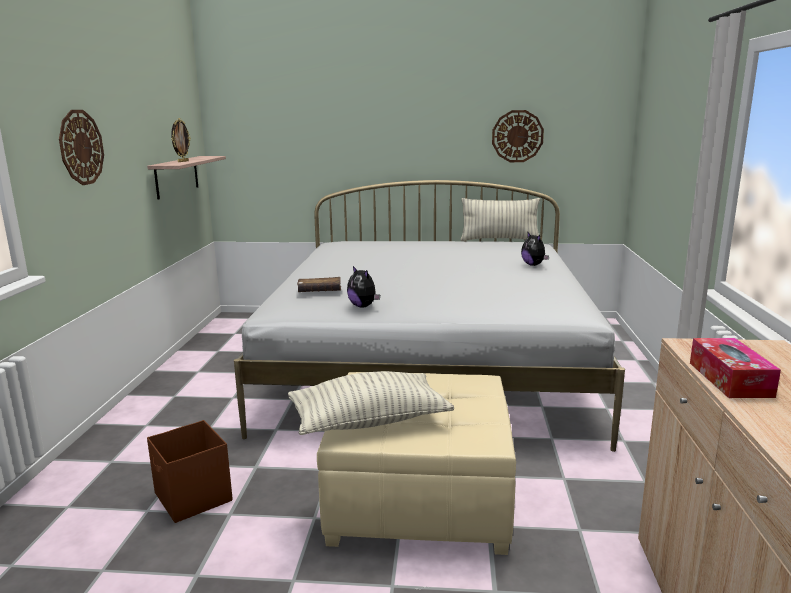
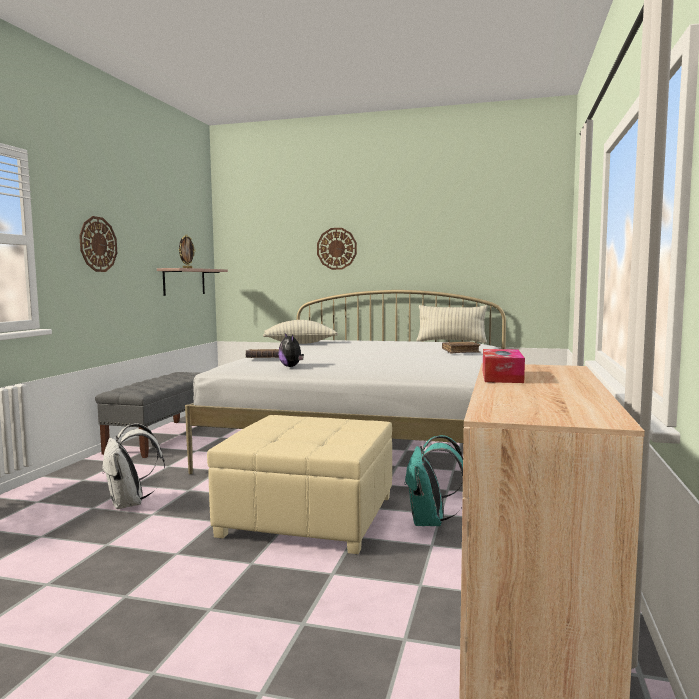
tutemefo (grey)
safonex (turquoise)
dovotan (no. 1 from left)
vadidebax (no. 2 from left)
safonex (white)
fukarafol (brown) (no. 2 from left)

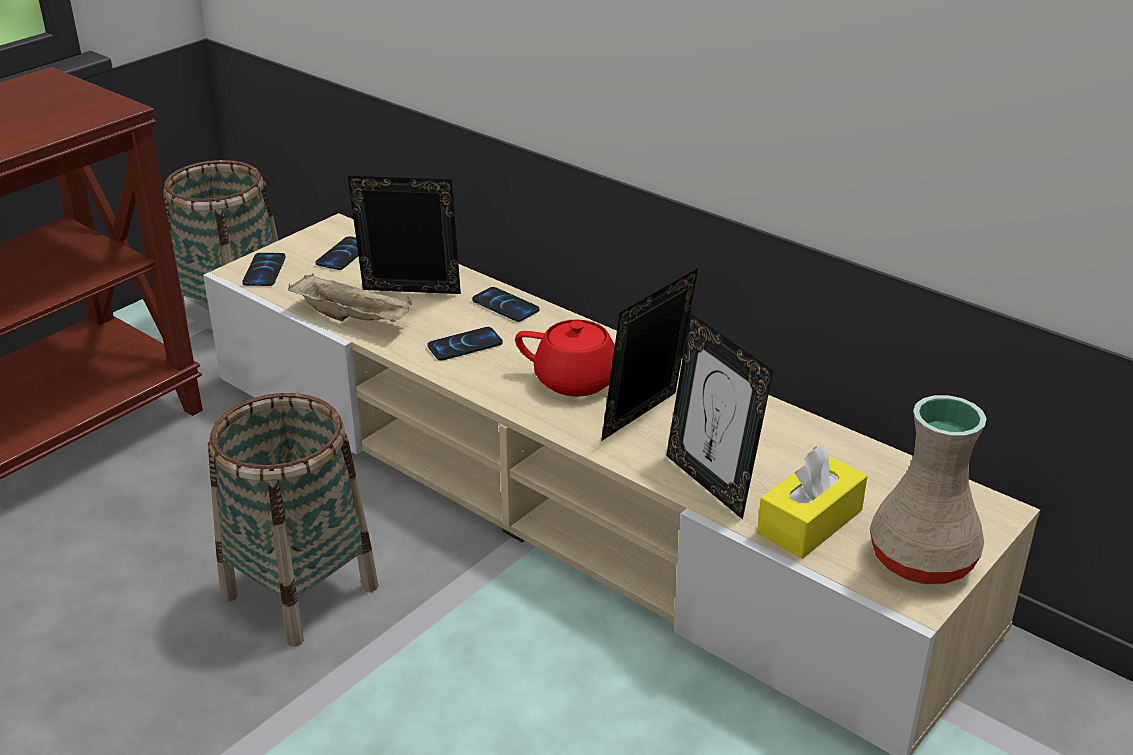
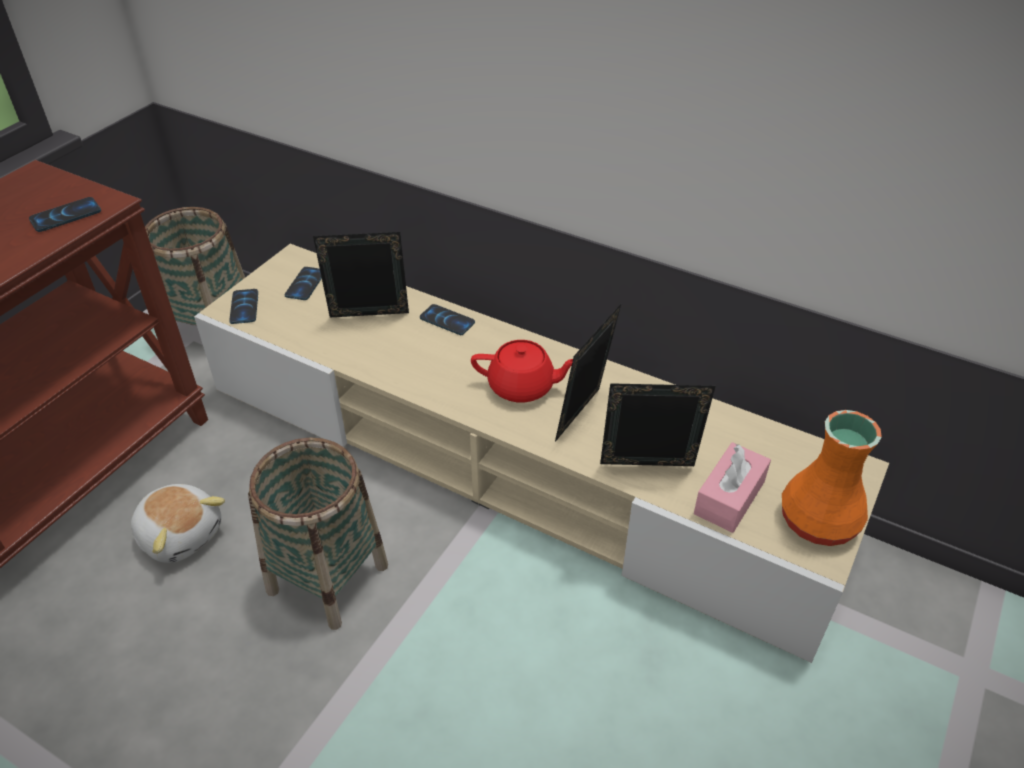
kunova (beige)
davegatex
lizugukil (no. 1 from left)
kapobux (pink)
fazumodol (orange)
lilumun (no. 3 from left)

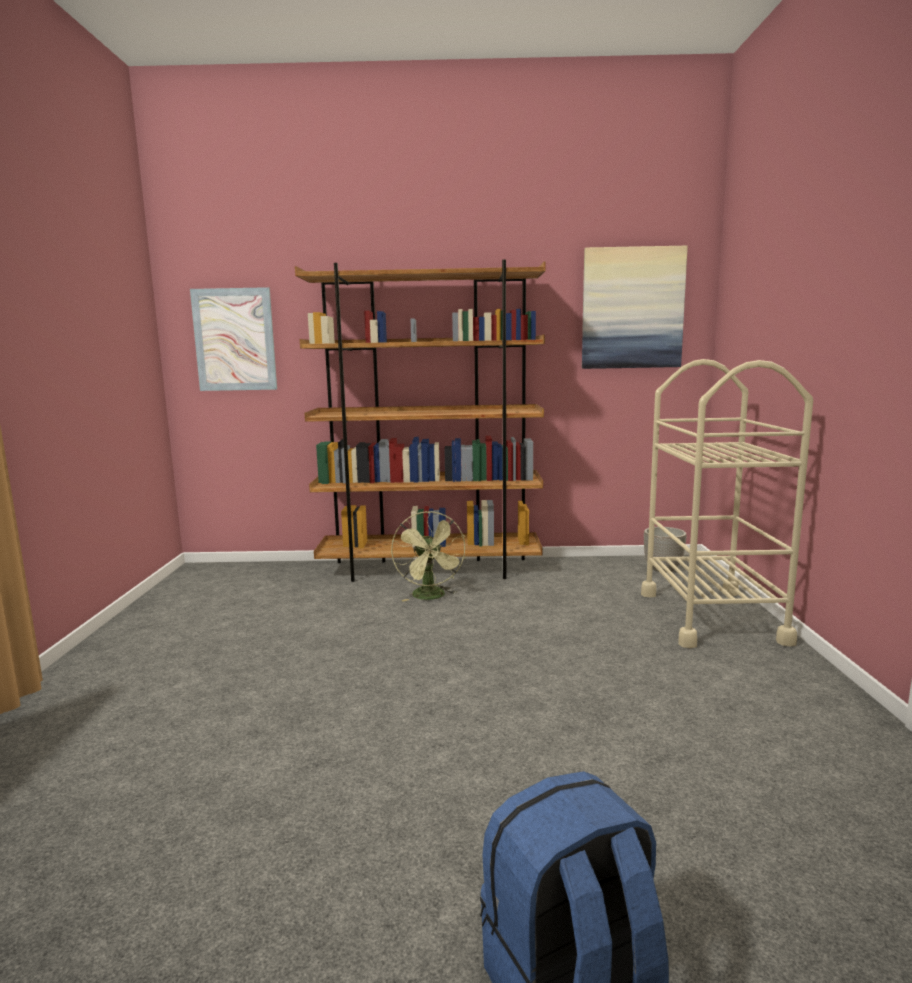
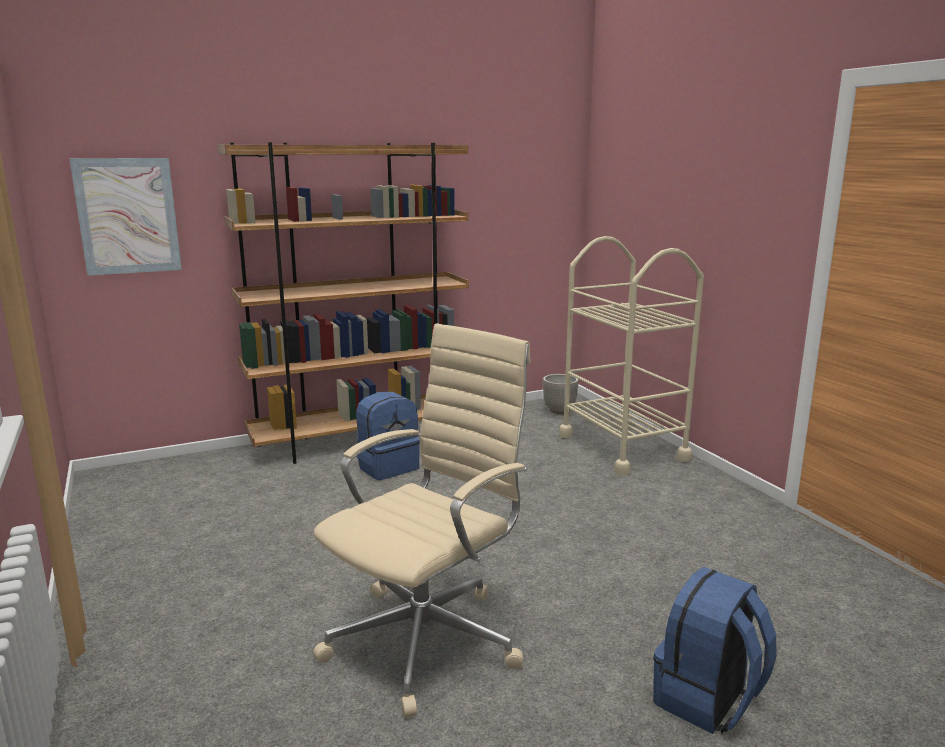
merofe (no. 2 from left in the first image)
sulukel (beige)
safonex (blue) (no. 1 from left)

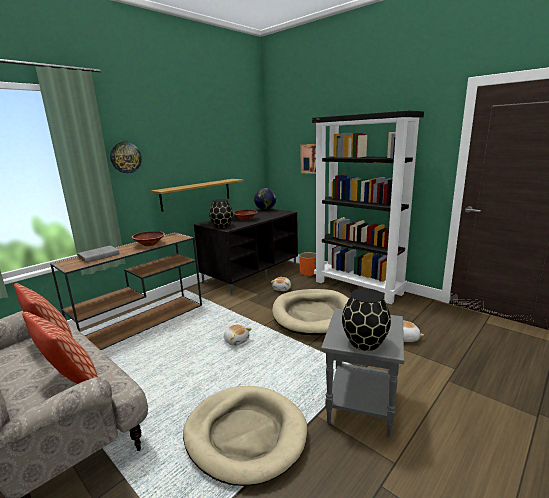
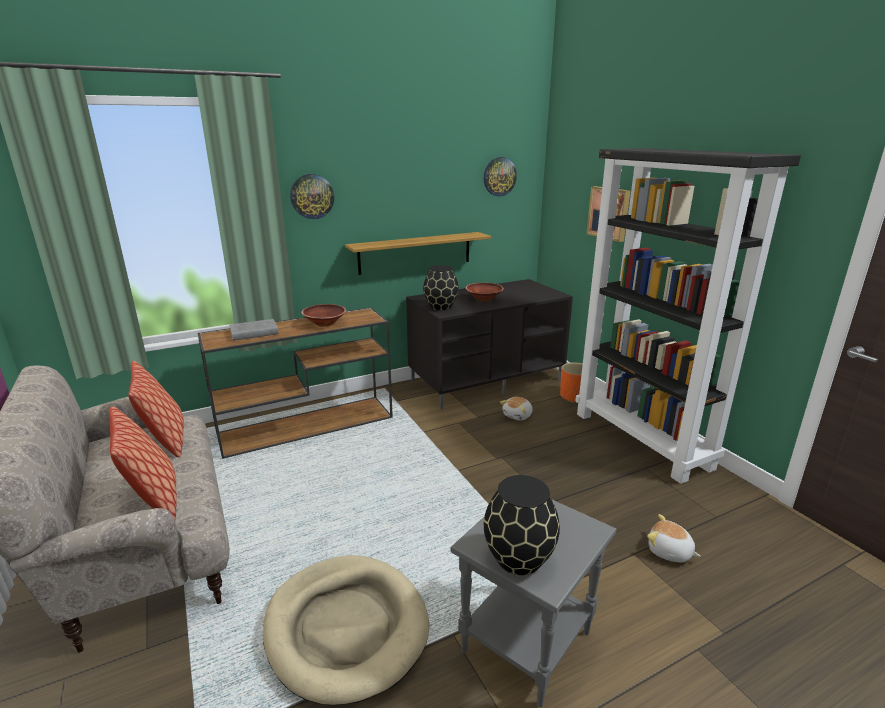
davegatex (no. 1 from left in the first image)
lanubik
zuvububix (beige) (no. 2 from left in the first image)
vadidebax (no. 2 from left)

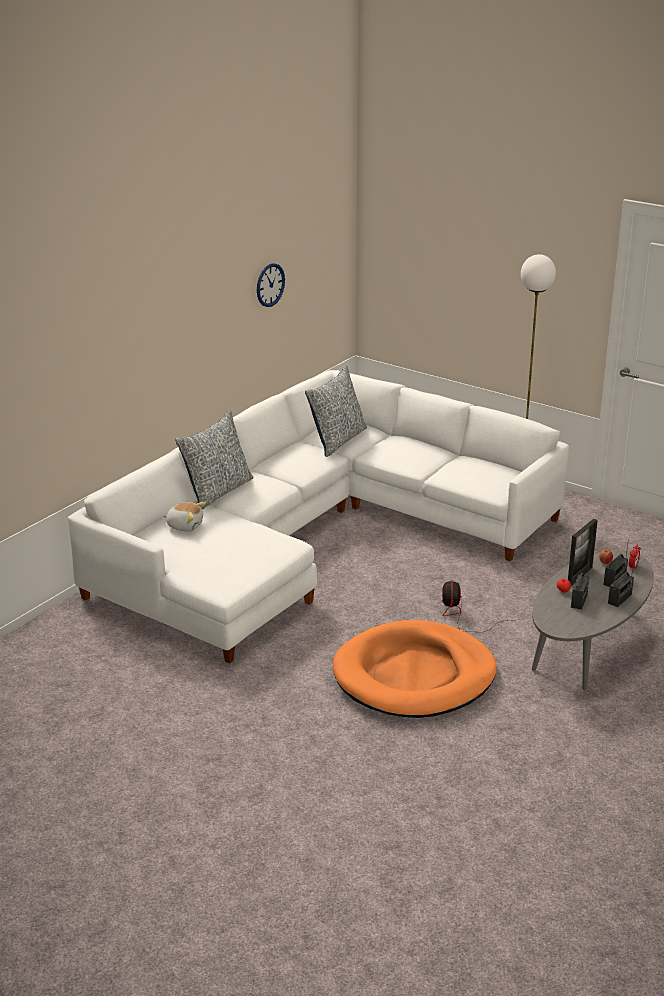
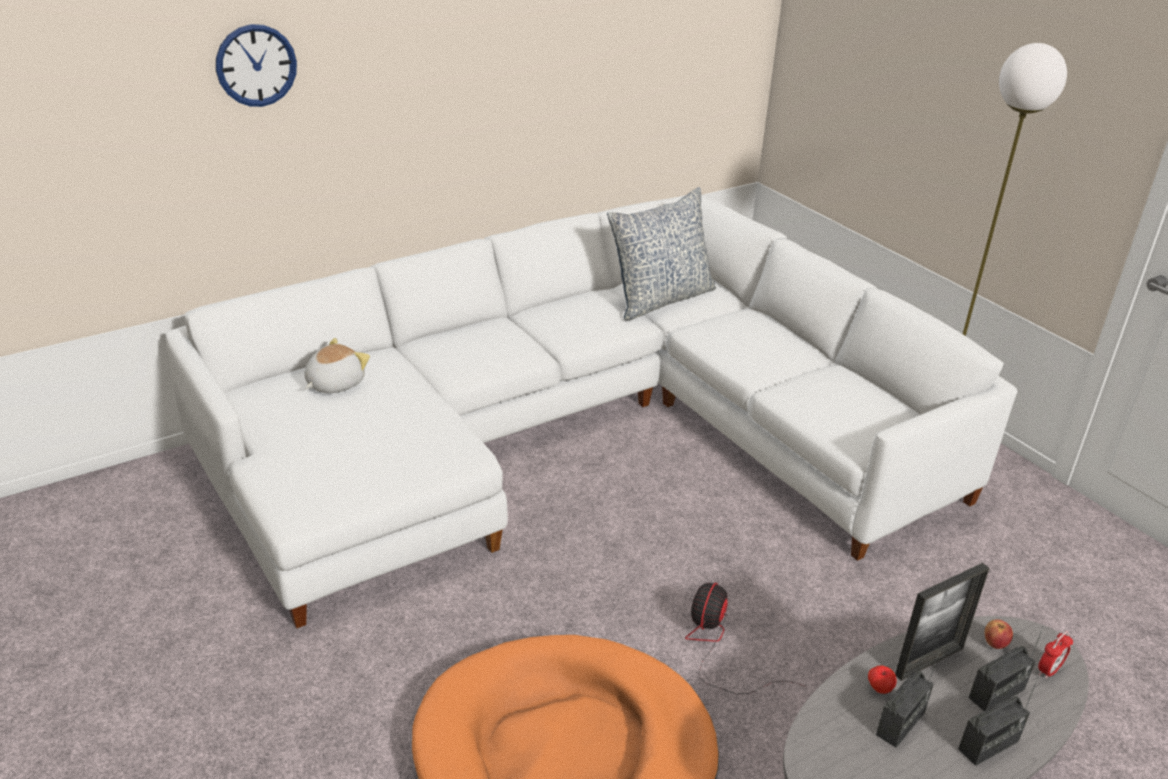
dovotan (no. 1 from left in the first image)
vadidebax
davegatex

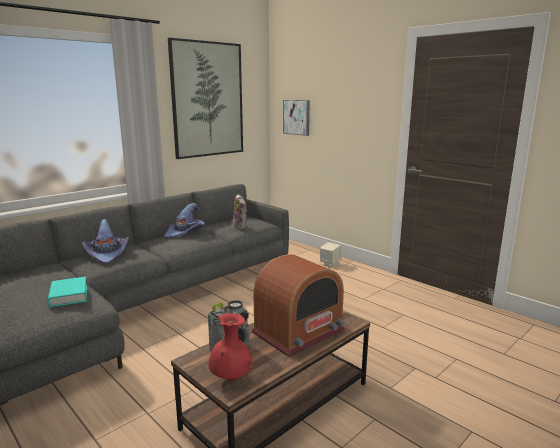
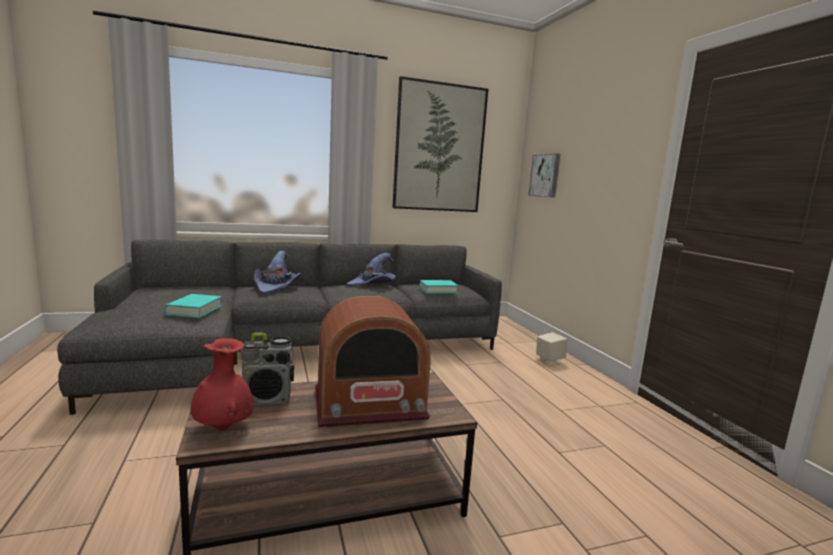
fukarafol (turquoise) (no. 2 from left)

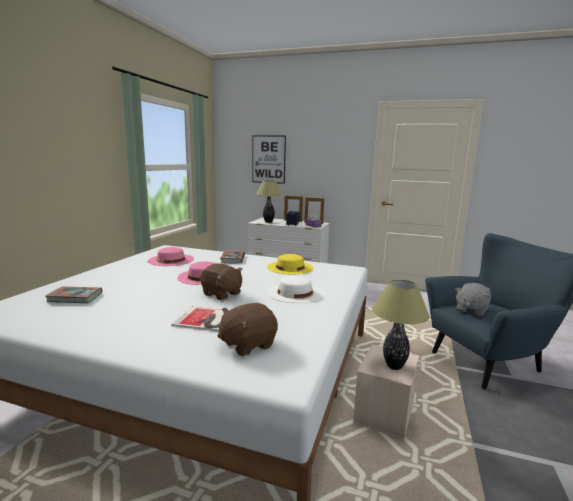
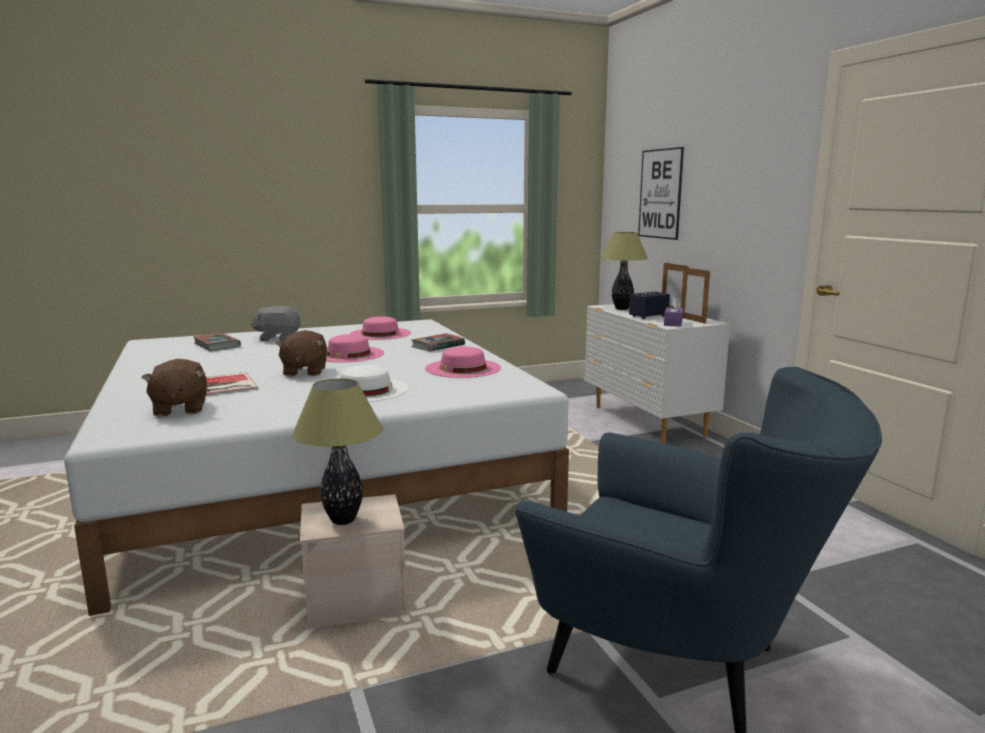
davegatex (grey)
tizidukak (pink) (no. 3 from left)
davegatex (brown) (no. 1 from left)

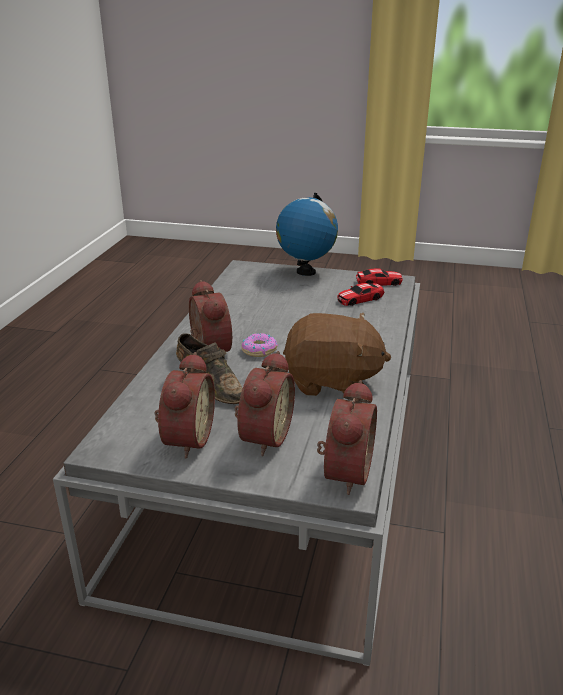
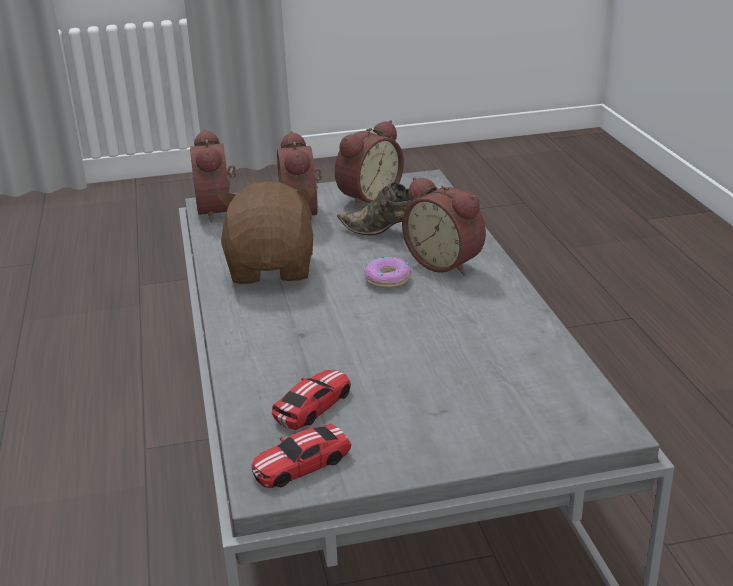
lanubik
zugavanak (no. 3 from left)
davegatex (brown)

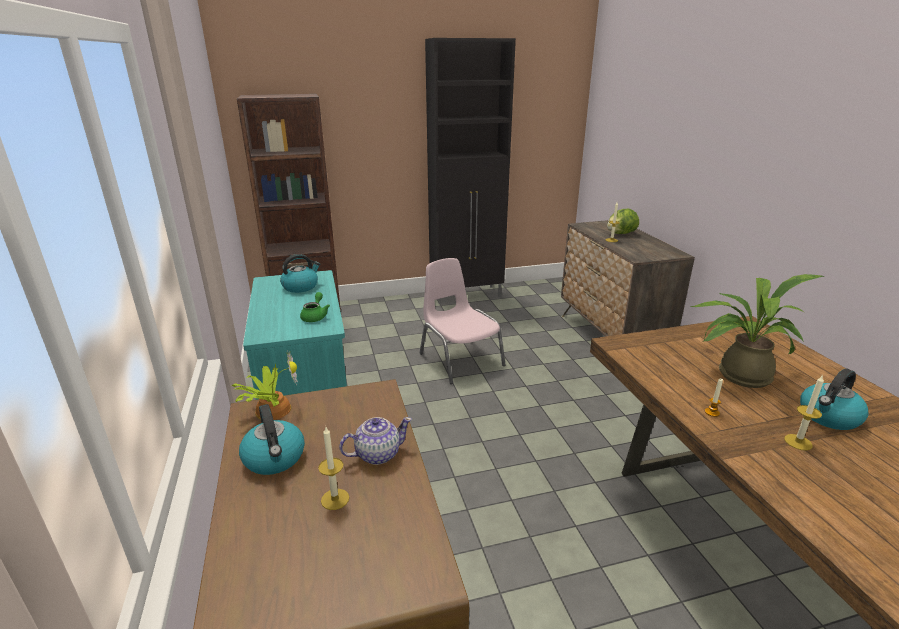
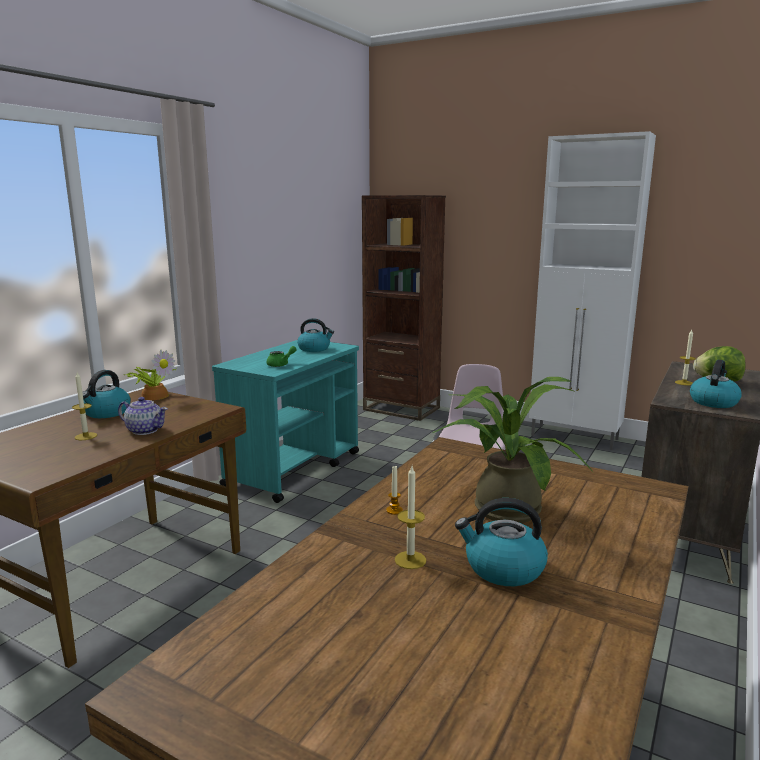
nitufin (no. 4 from left)
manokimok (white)

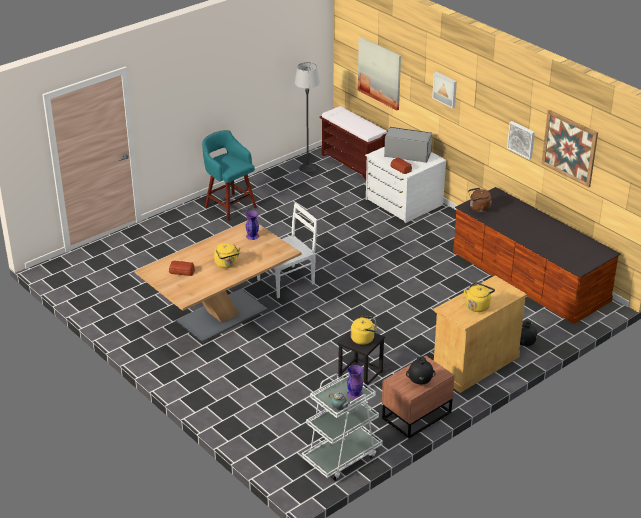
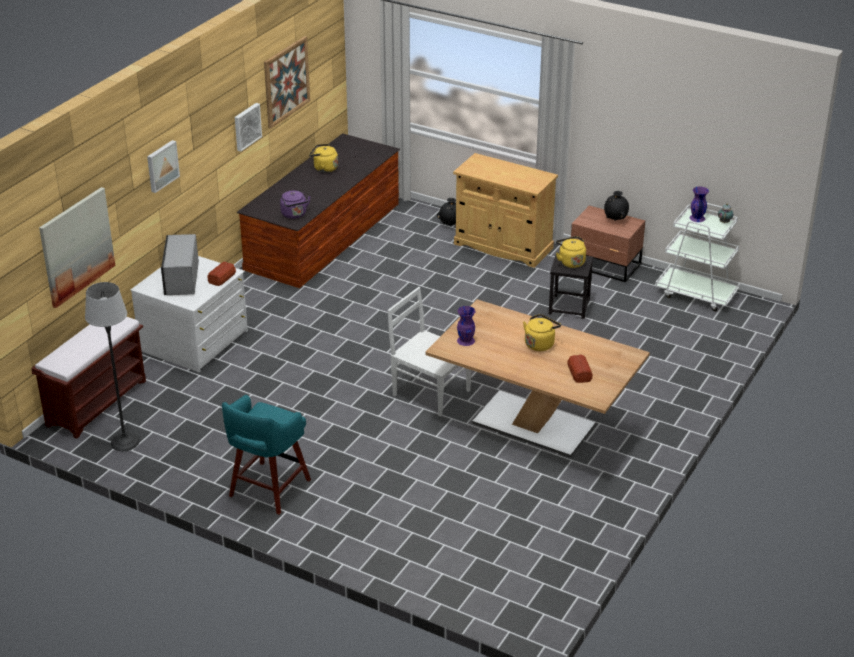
nitufin (yellow) (no. 1 from left)
nitufin (purple)

